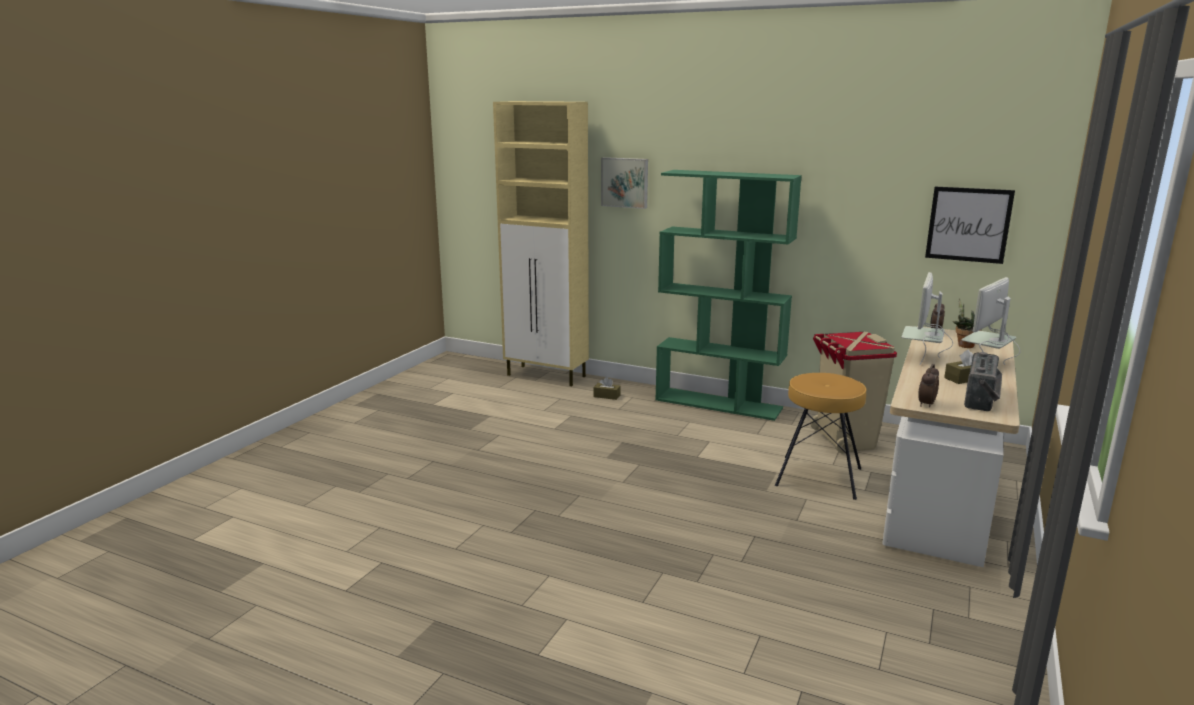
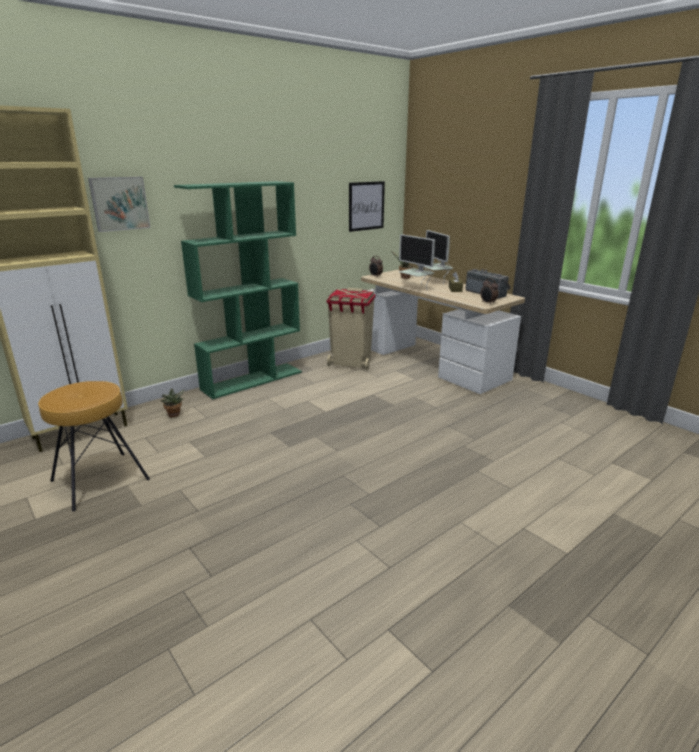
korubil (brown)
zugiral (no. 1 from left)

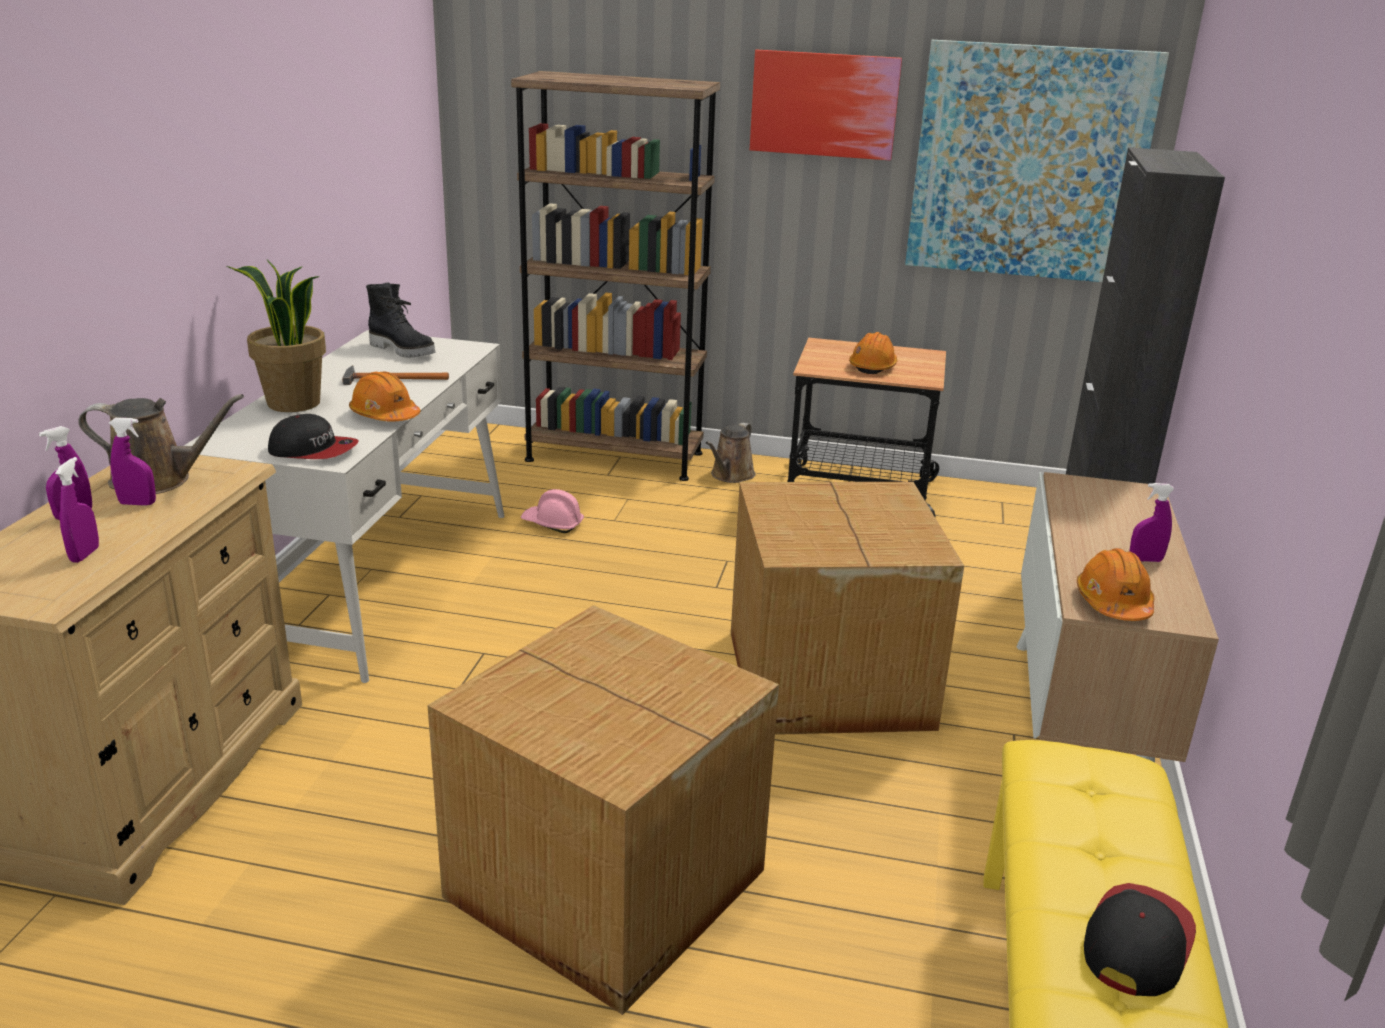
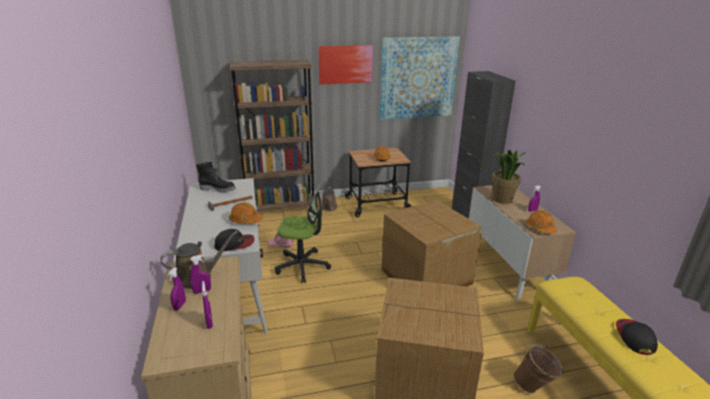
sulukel
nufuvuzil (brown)
zugiral

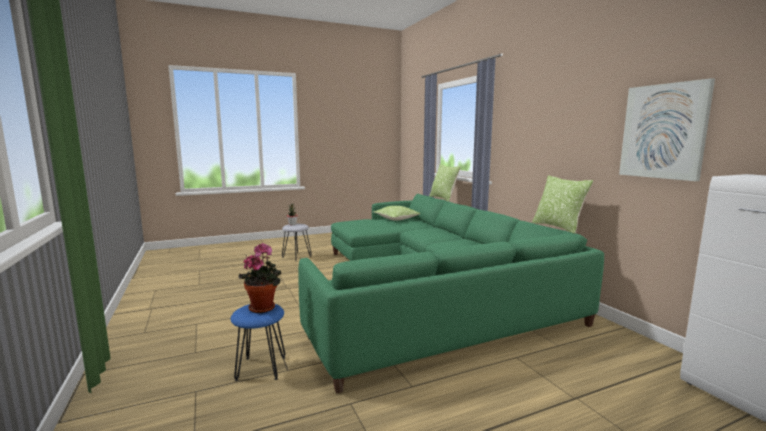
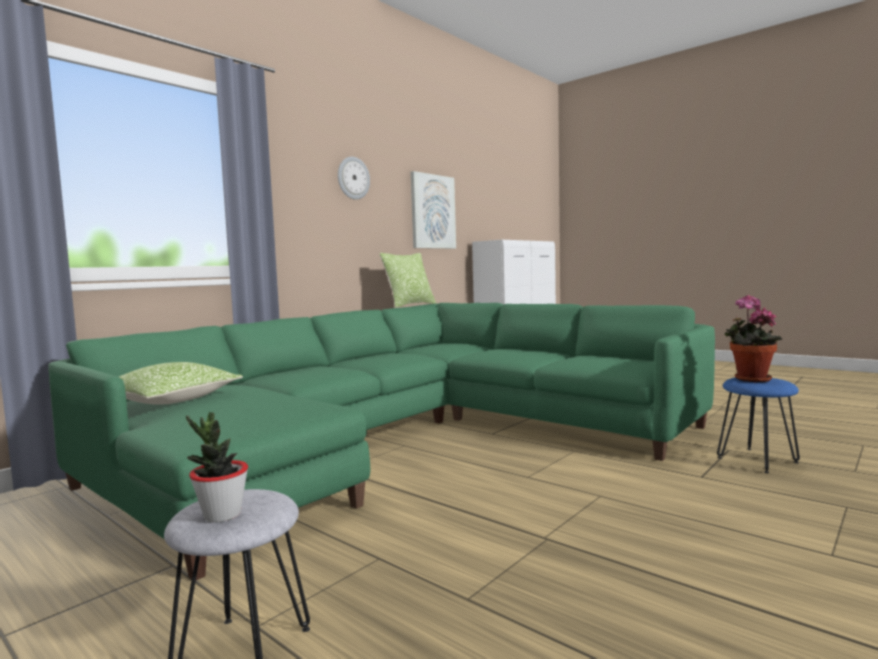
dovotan (no. 2 from left in the first image)
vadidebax

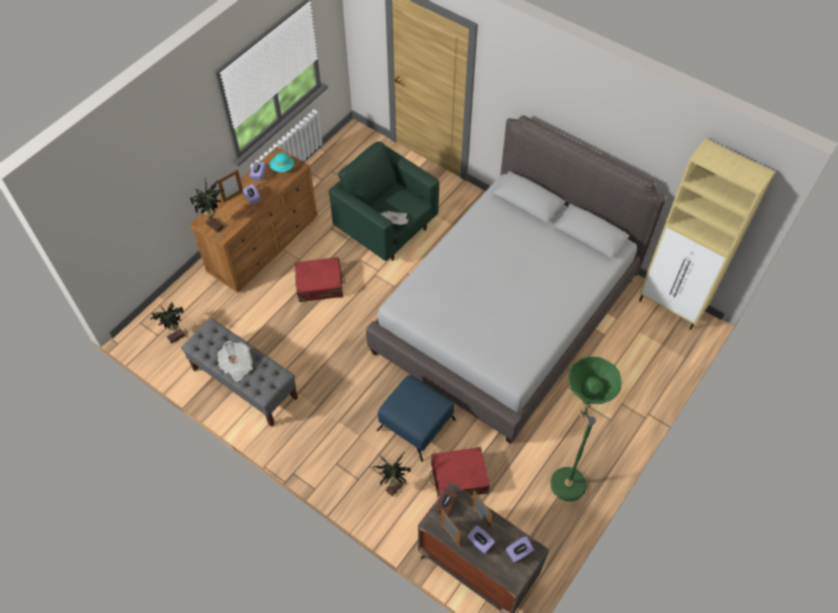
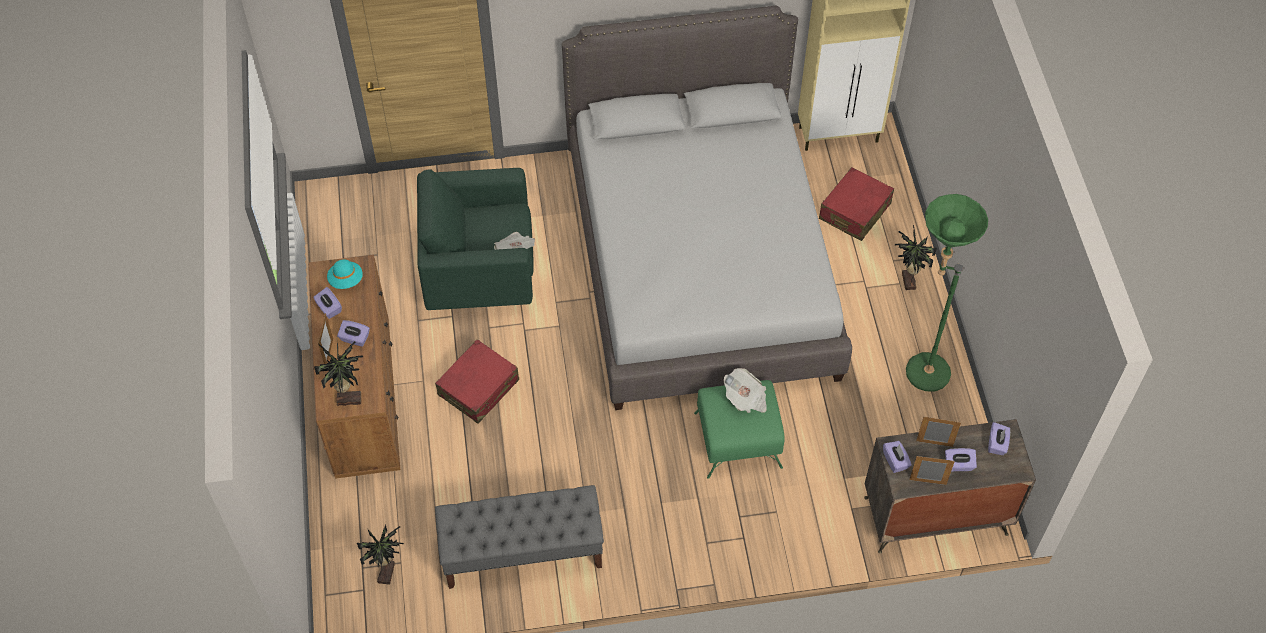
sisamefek (no. 2 from left)
zugiral (no. 3 from left)
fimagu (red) (no. 2 from left)
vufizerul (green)
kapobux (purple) (no. 3 from left)

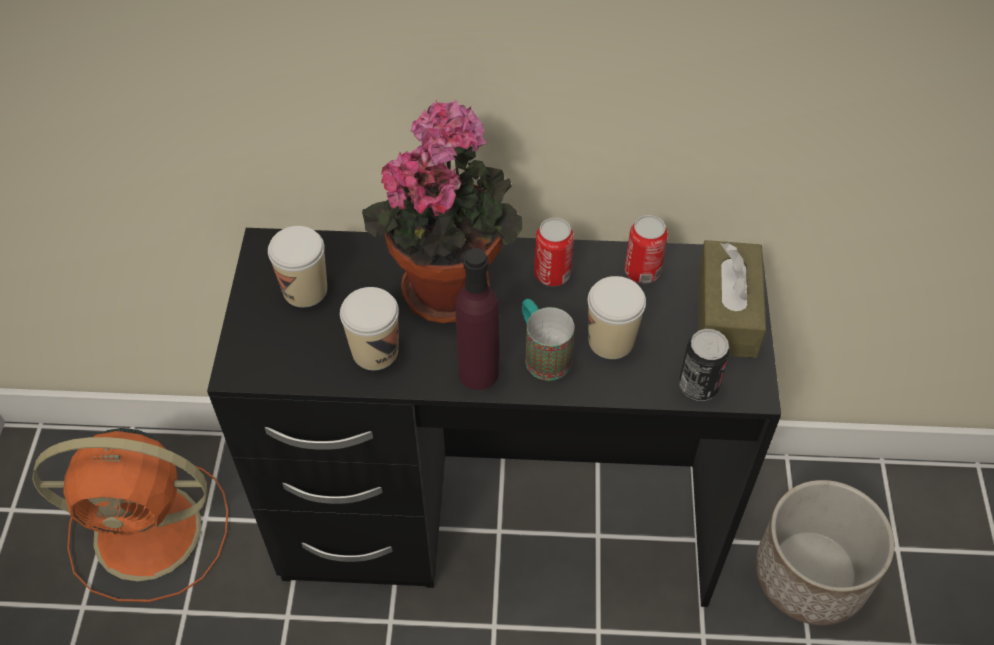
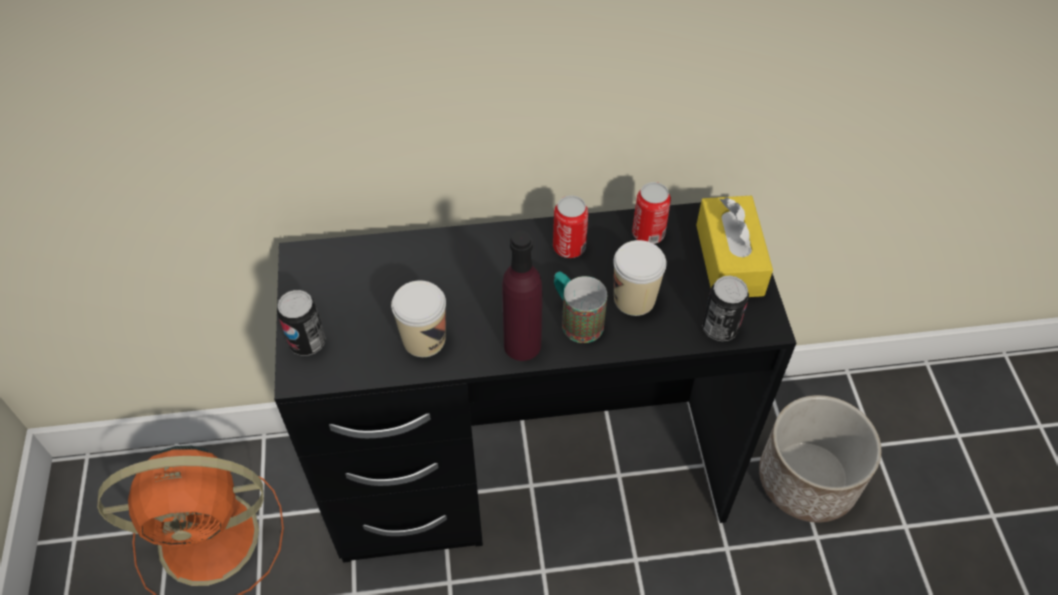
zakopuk (no. 1 from left in the first image)
zugiral
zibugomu (no. 1 from left)
kapobux (yellow)

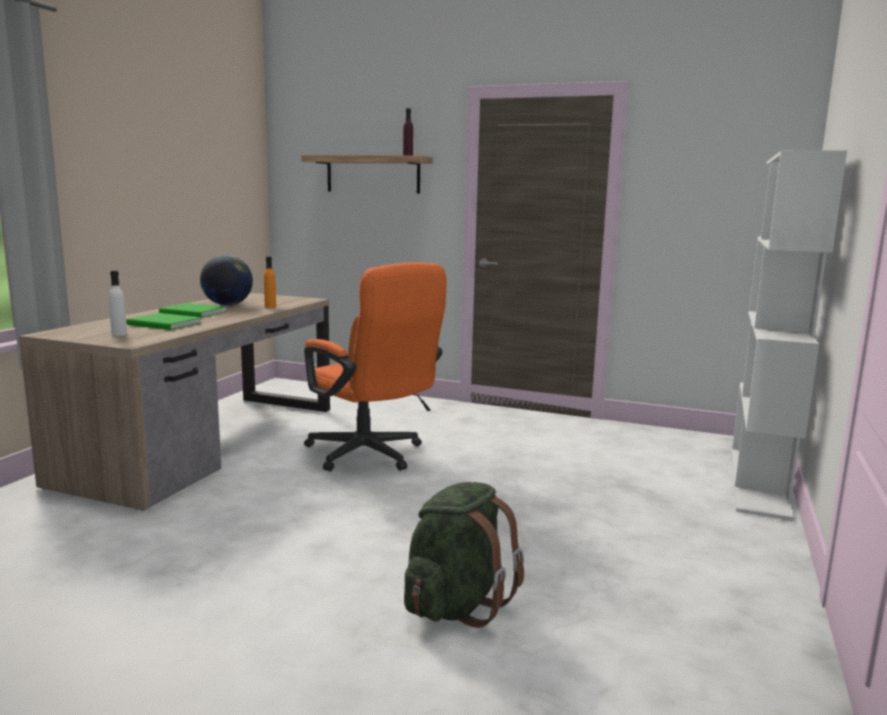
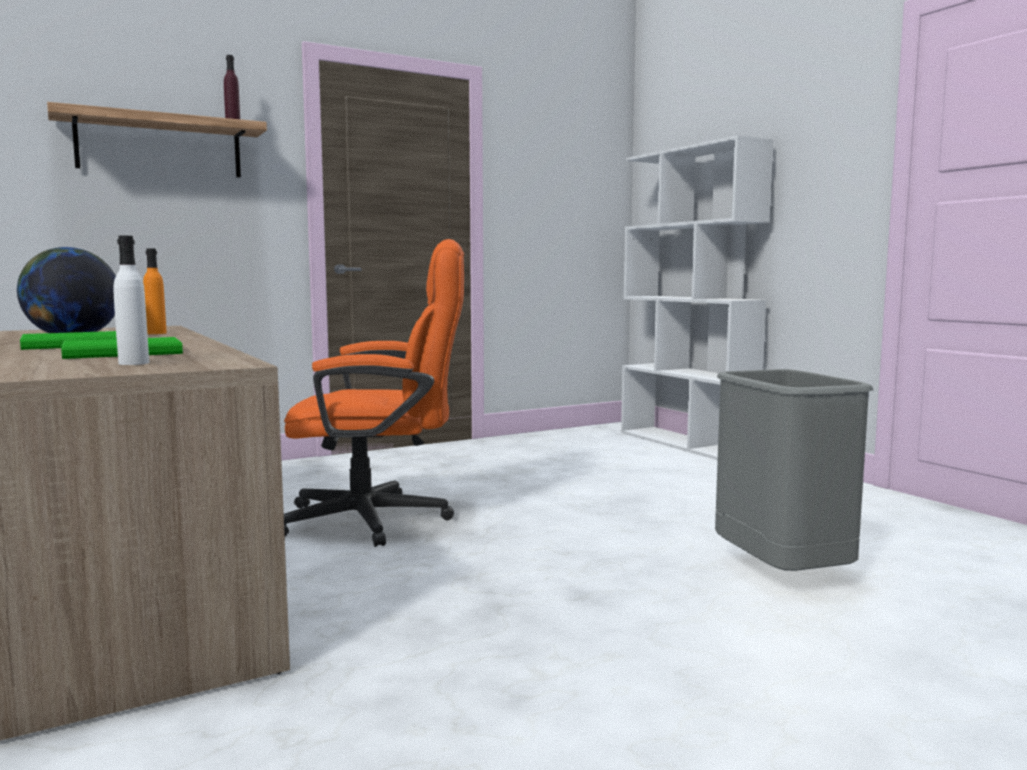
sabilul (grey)

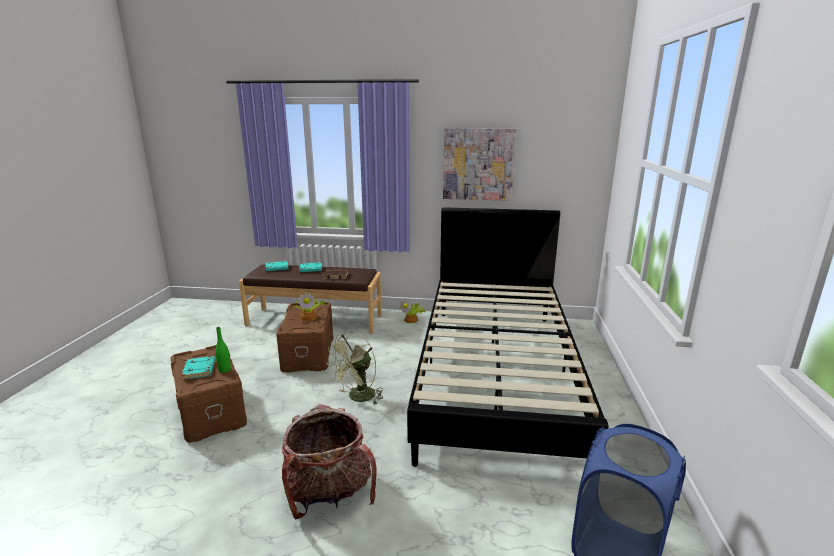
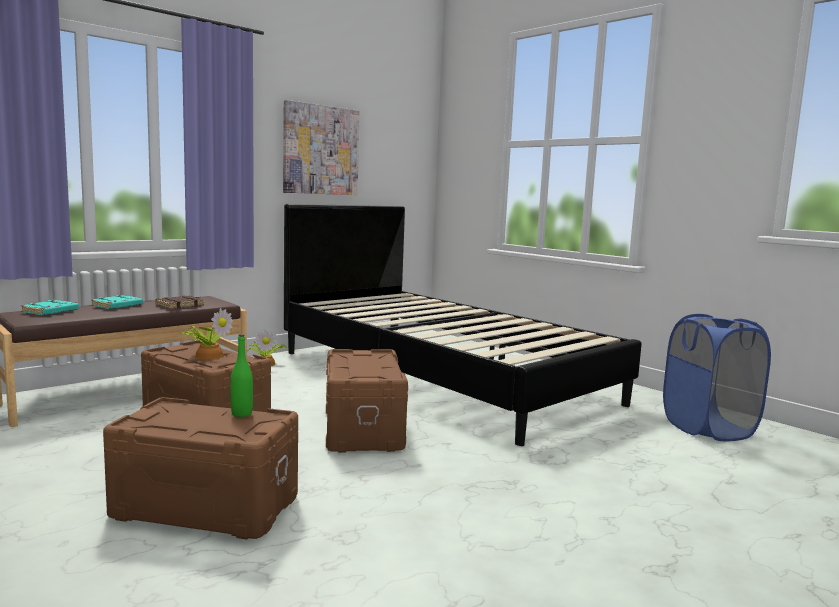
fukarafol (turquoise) (no. 1 from left in the first image)
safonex
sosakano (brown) (no. 3 from left)

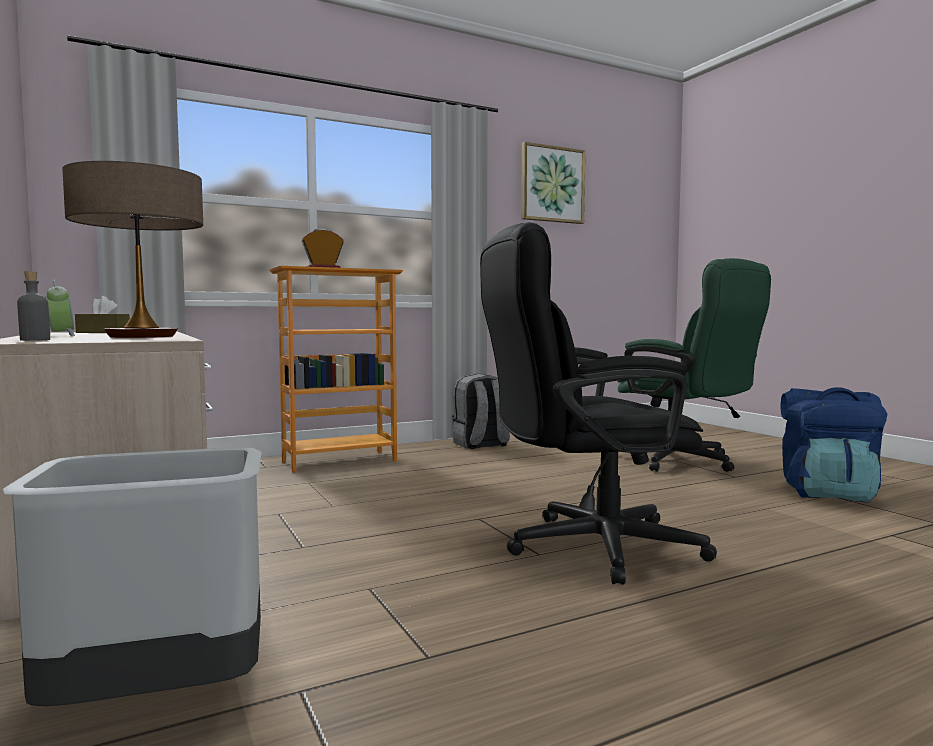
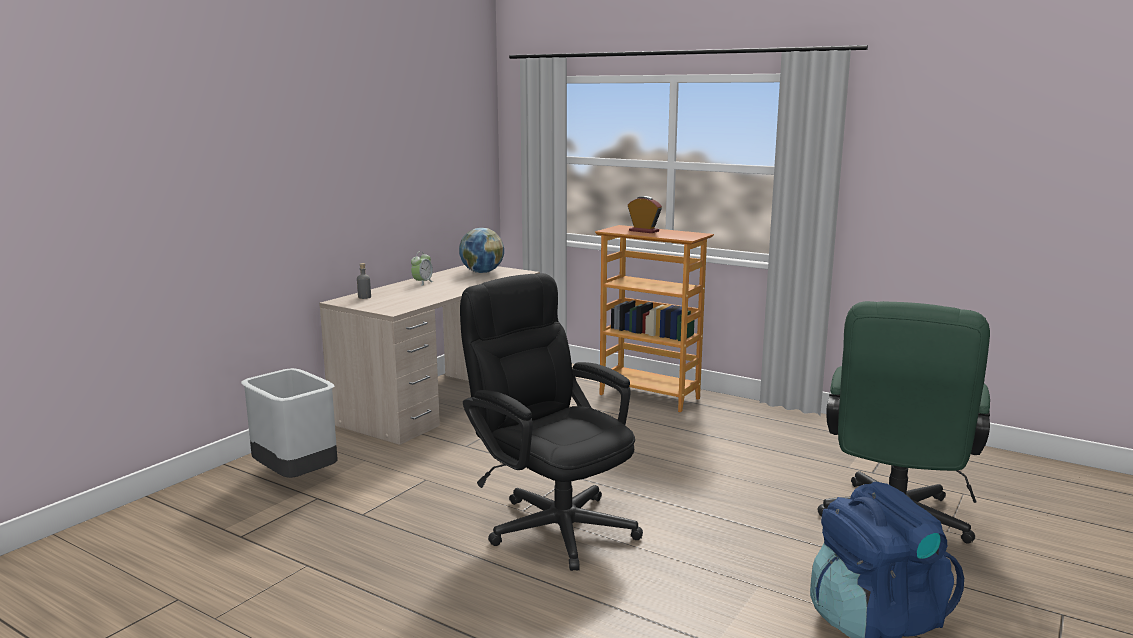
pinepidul
safonex (grey)
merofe
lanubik

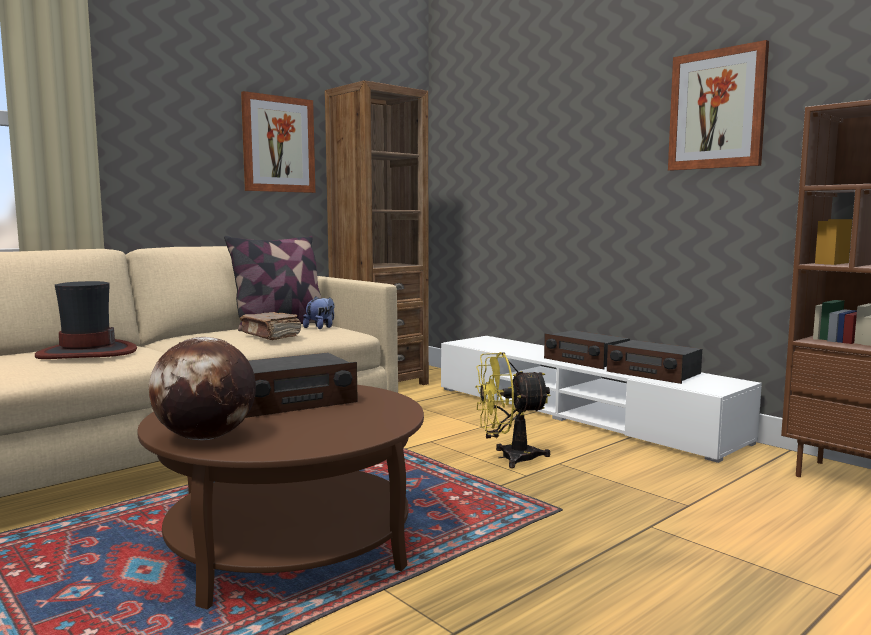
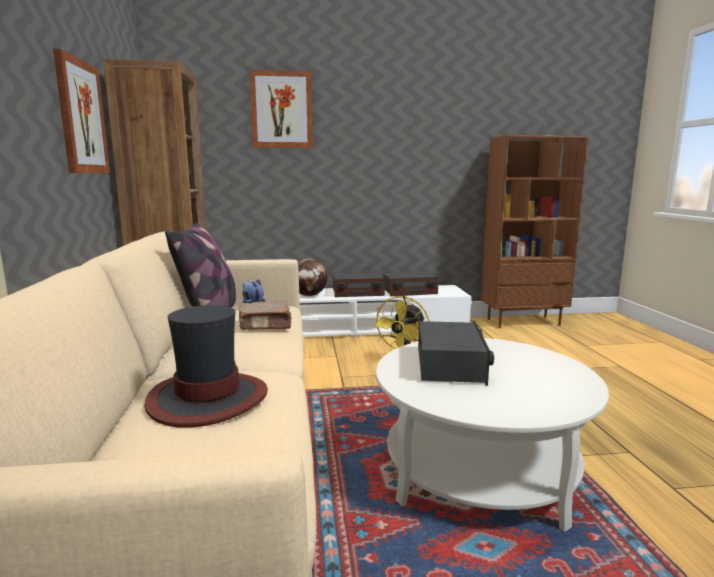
lanubik
merofe (no. 2 from left)
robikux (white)

